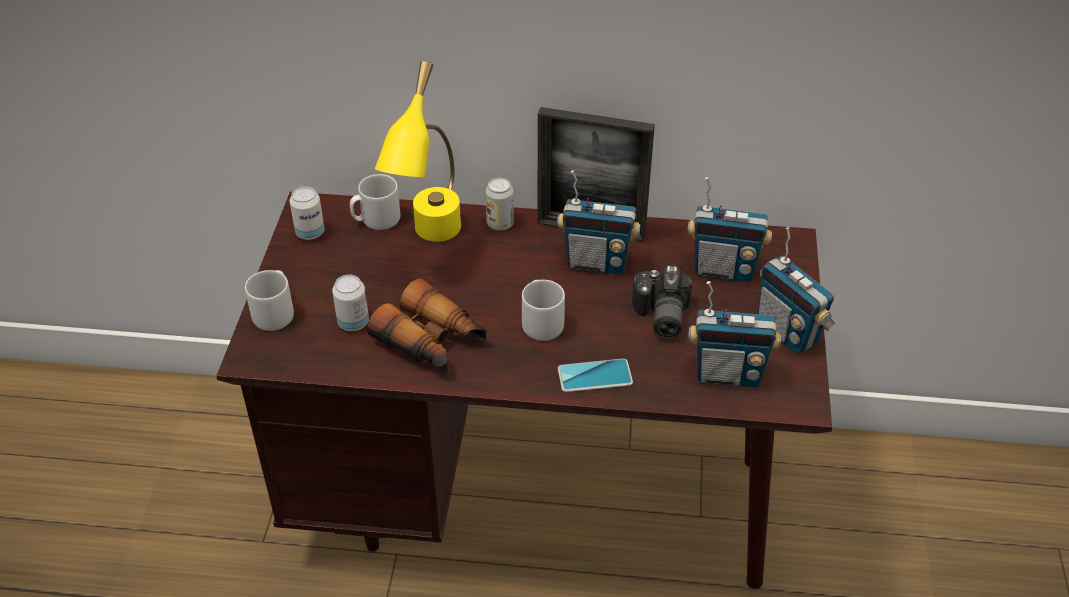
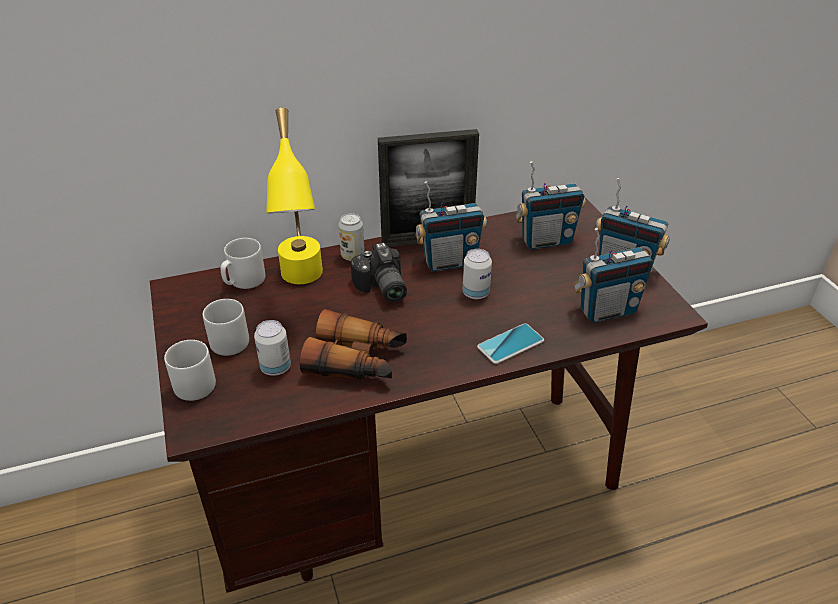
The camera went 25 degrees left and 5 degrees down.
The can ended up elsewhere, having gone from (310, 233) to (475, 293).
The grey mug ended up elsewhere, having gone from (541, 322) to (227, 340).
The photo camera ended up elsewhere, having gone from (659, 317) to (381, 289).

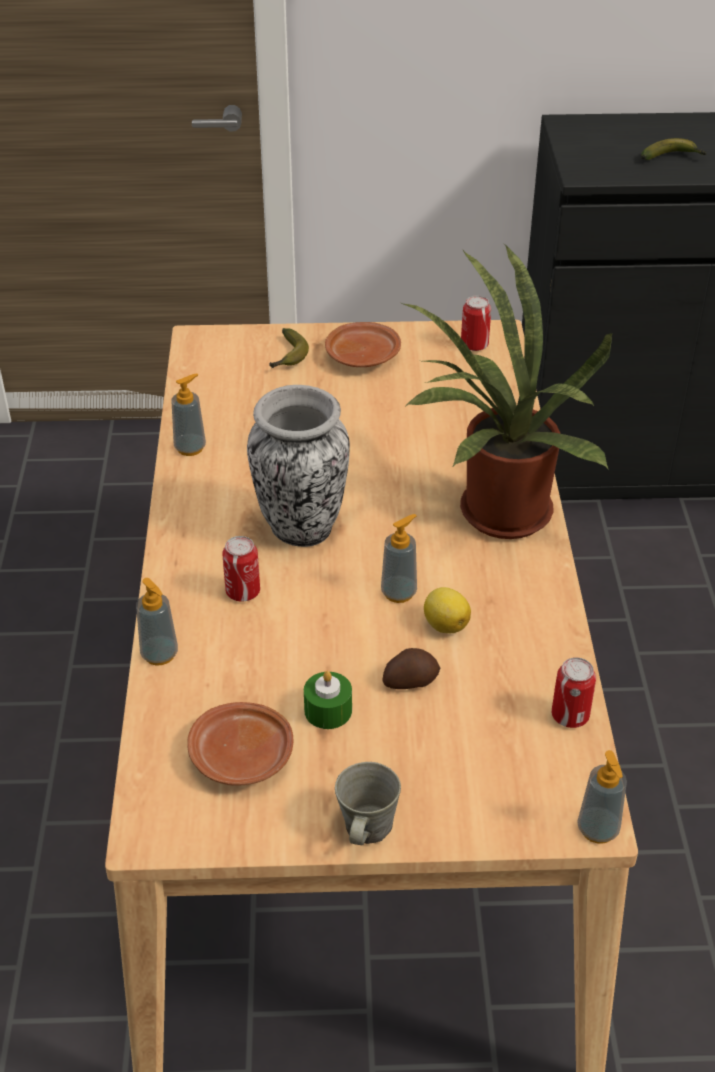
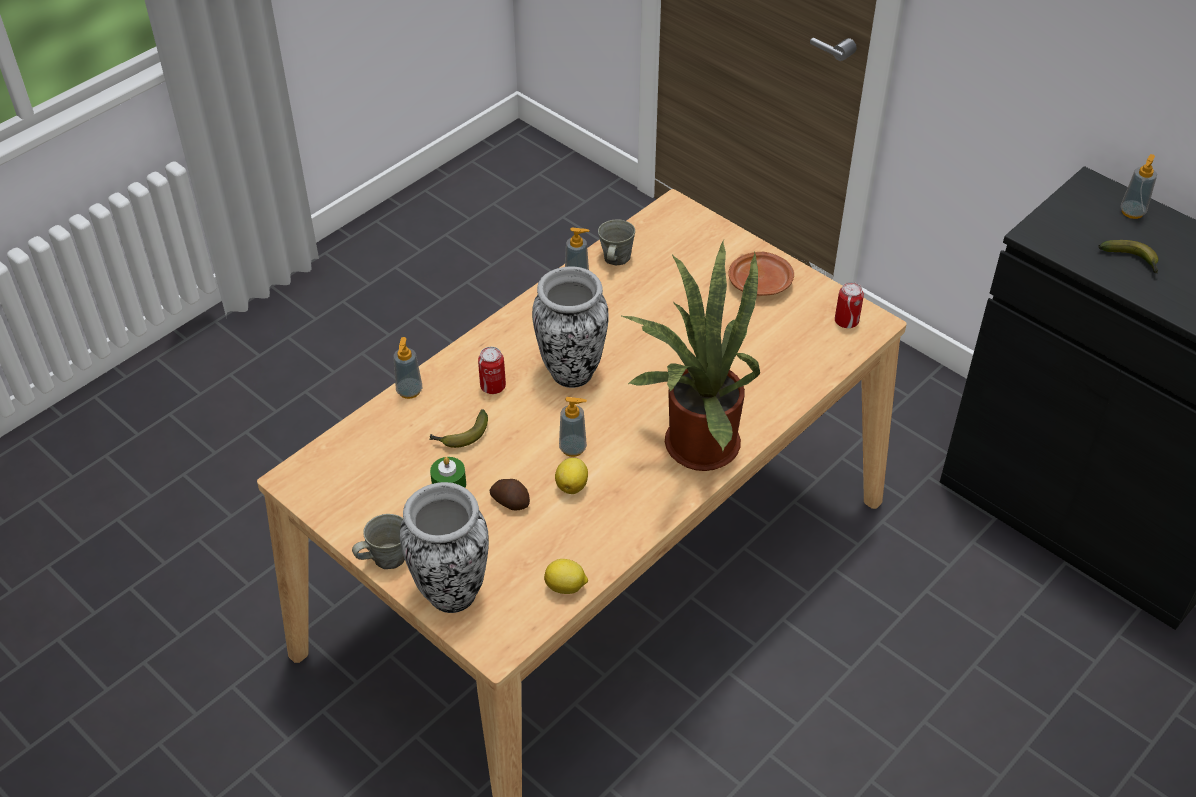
The camera went 45 degrees right and 5 degrees up.
The second view lost the brown plate at (243, 756).
The second view gained the vase at (451, 592).
The second view gained the grey mug at (615, 259).
The banana ended up elsewhere, having gone from (288, 357) to (461, 436).
The soap dispenser ended up elsewhere, having gone from (598, 829) to (1132, 212).
Where the can stood at (570, 716), the lemon came to stand at (566, 587).

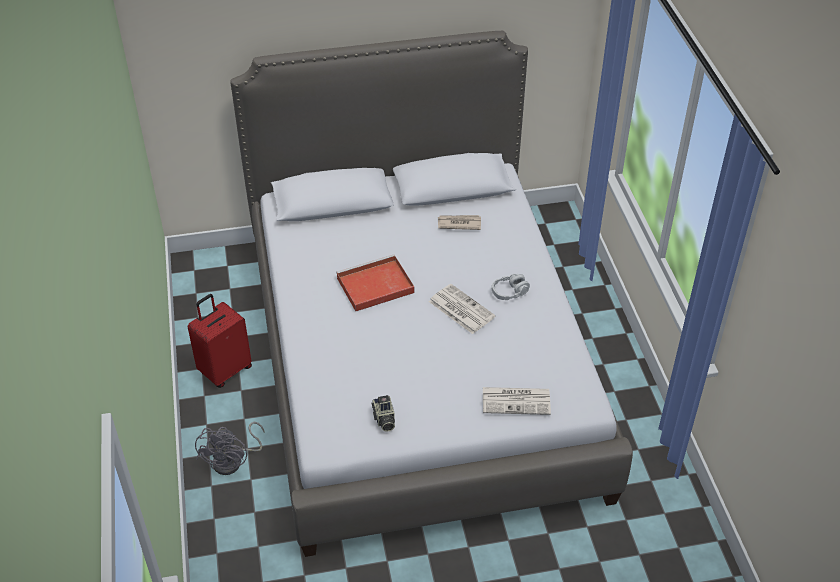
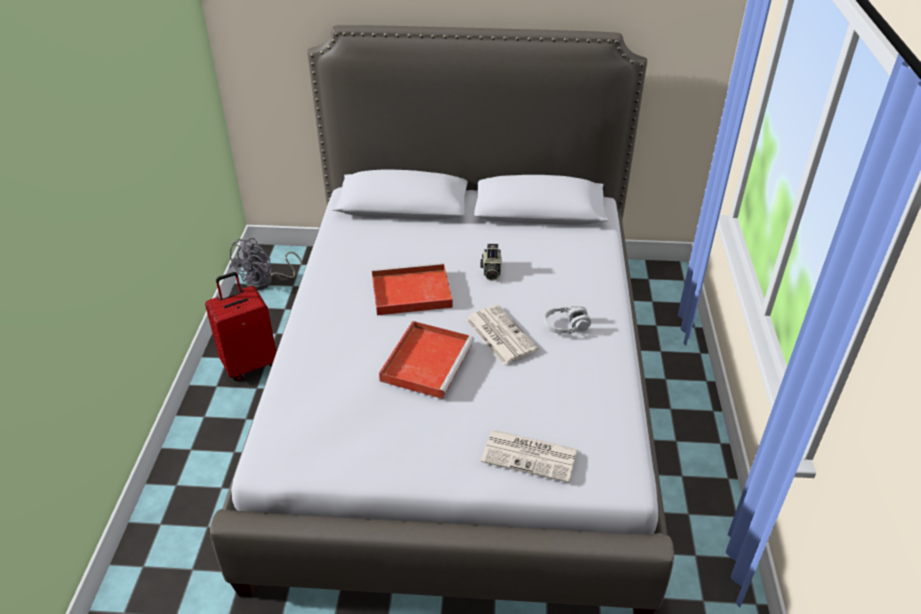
The camera went 15 degrees right and 5 degrees down.
The second view lost the newspaper at (459, 223).
The second view gained the red tray at (427, 360).
The grey fan ended up elsewhere, having gone from (233, 461) to (265, 281).
The photo camera ended up elsewhere, having gone from (384, 419) to (491, 271).

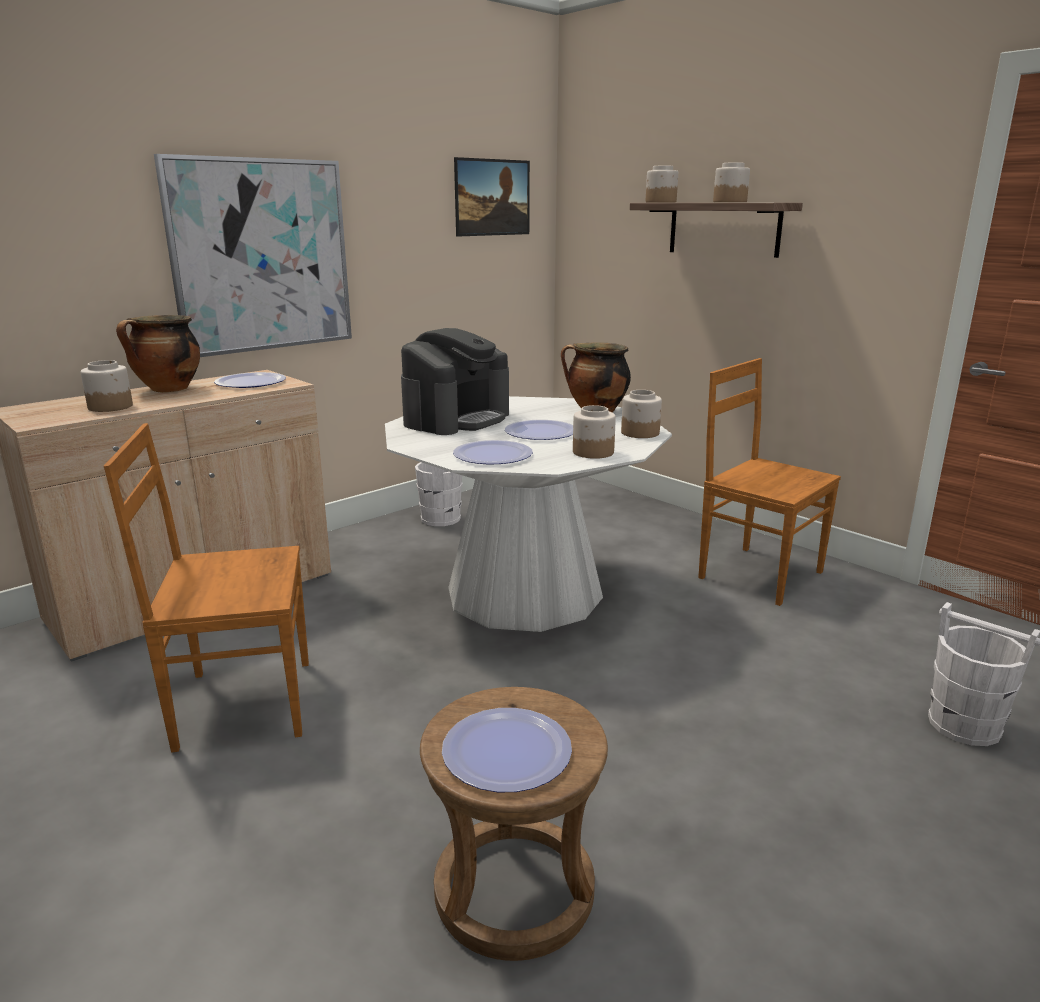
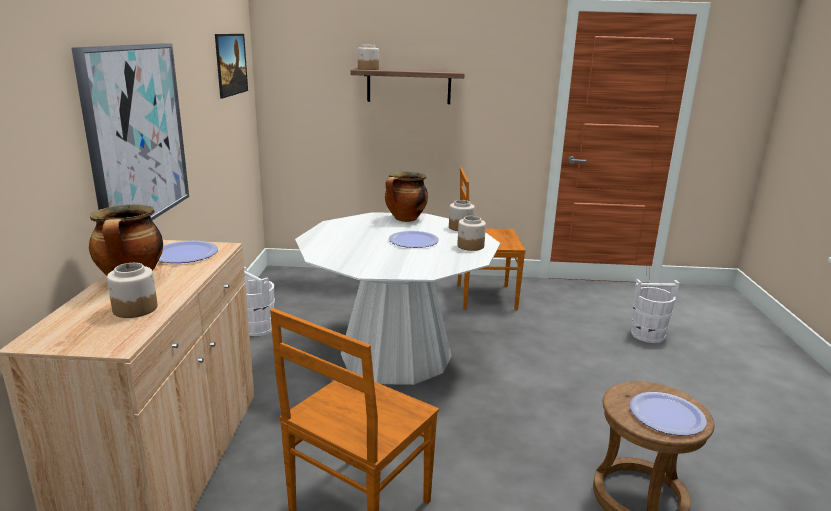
The camera went 45 degrees left and 0 degrees up.
The second view lost the coffee machine at (457, 419).
The second view lost the plate at (492, 455).
The second view lost the jar at (729, 202).

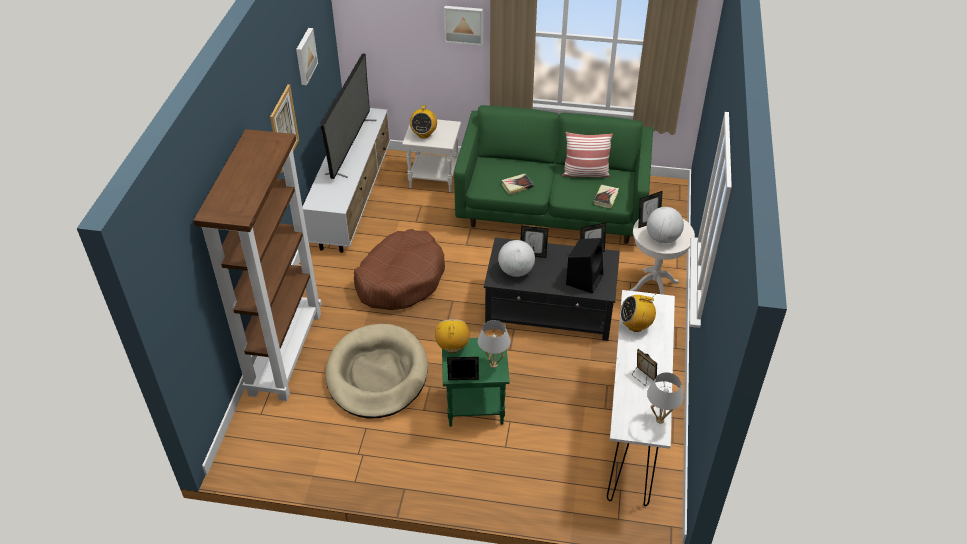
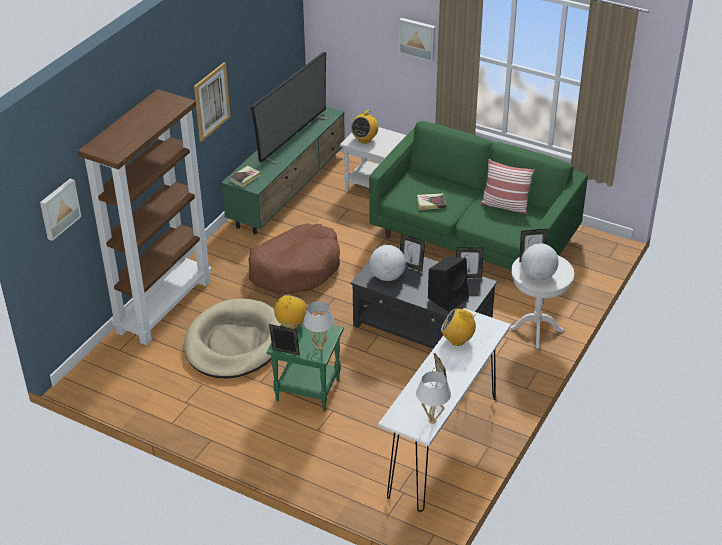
The camera went 20 degrees right and 5 degrees down.
The picture ended up elsewhere, having gone from (305, 56) to (58, 208).
The book ended up elsewhere, having gone from (606, 198) to (245, 178).
What was the white tv stand at (353, 198) turned into the green tv stand at (288, 189).

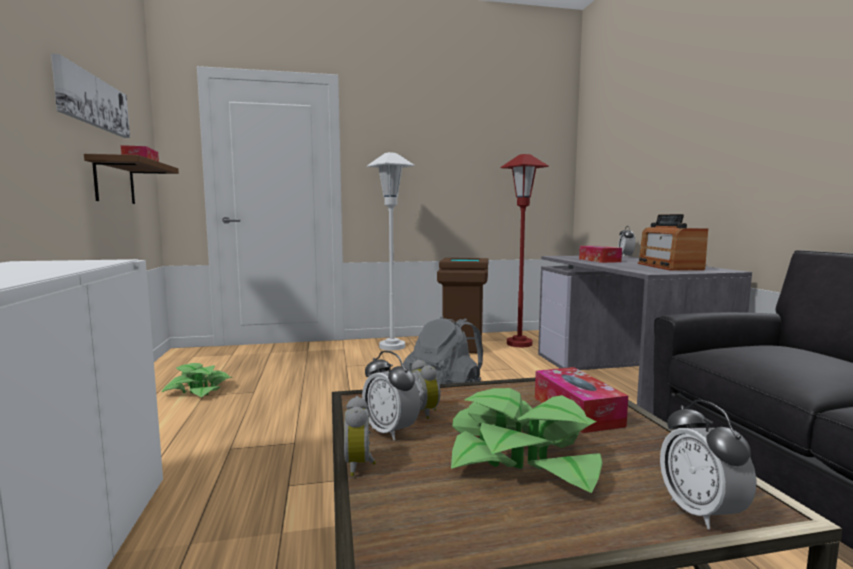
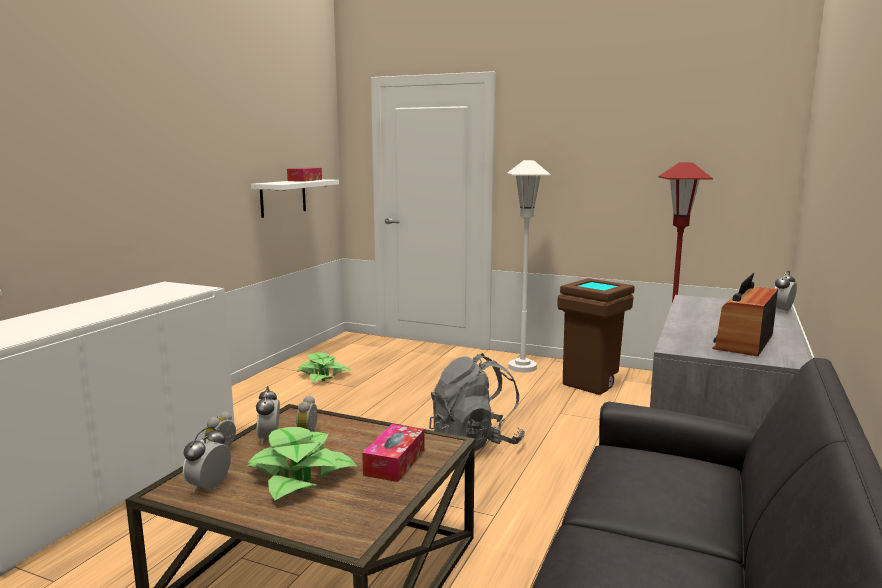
The camera went 35 degrees right and 5 degrees up.
The second view lost the picture at (92, 102).
The second view lost the tissue box at (599, 260).
The alarm clock ended up elsewhere, having gone from (701, 512) to (209, 487).
What was the brown shelf at (114, 182) turned into the white shelf at (283, 197).

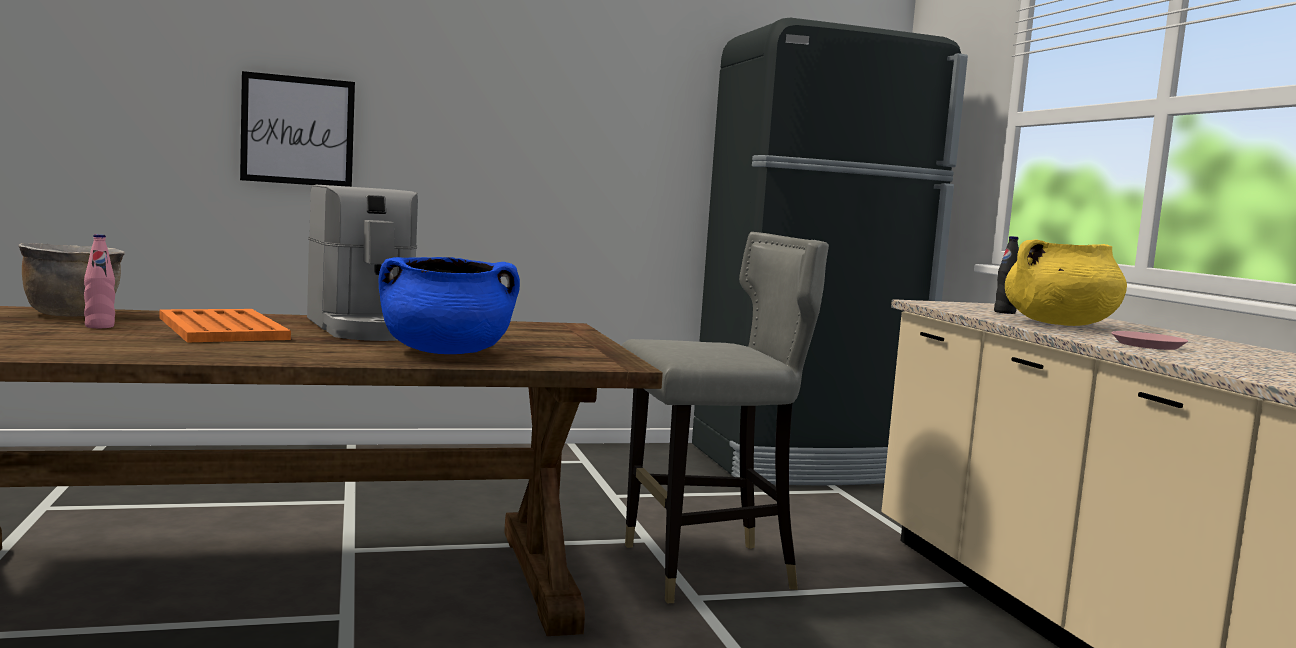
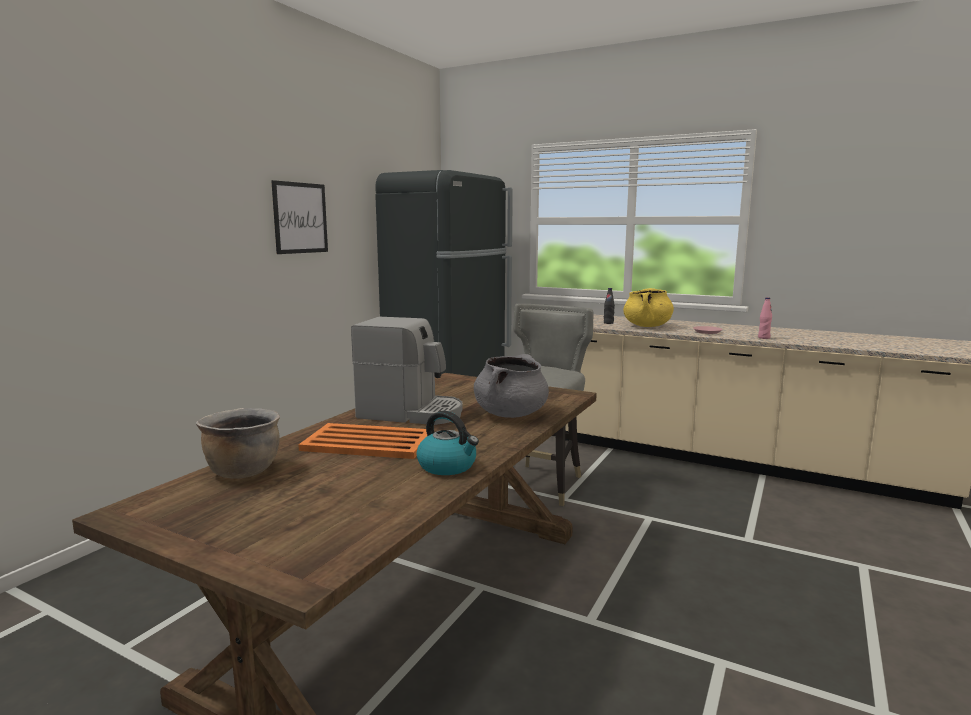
The camera went 45 degrees left and 5 degrees up.
The second view gained the kettle at (448, 466).
The pink bottle ended up elsewhere, having gone from (99, 326) to (763, 338).
The picture ended up elsewhere, having gone from (298, 130) to (300, 218).
What was the blue cooking pot at (446, 352) turned into the grey cooking pot at (511, 414).

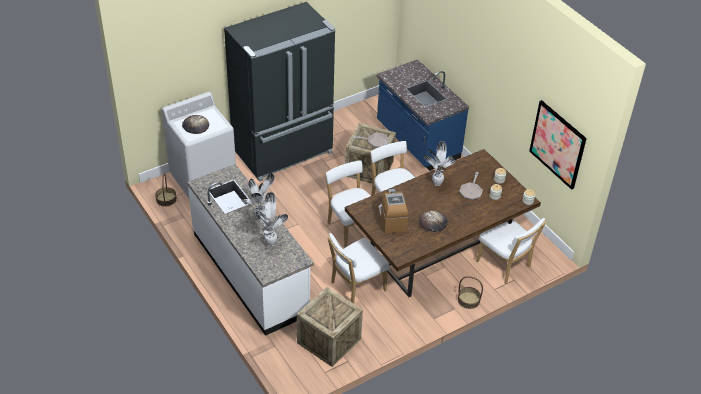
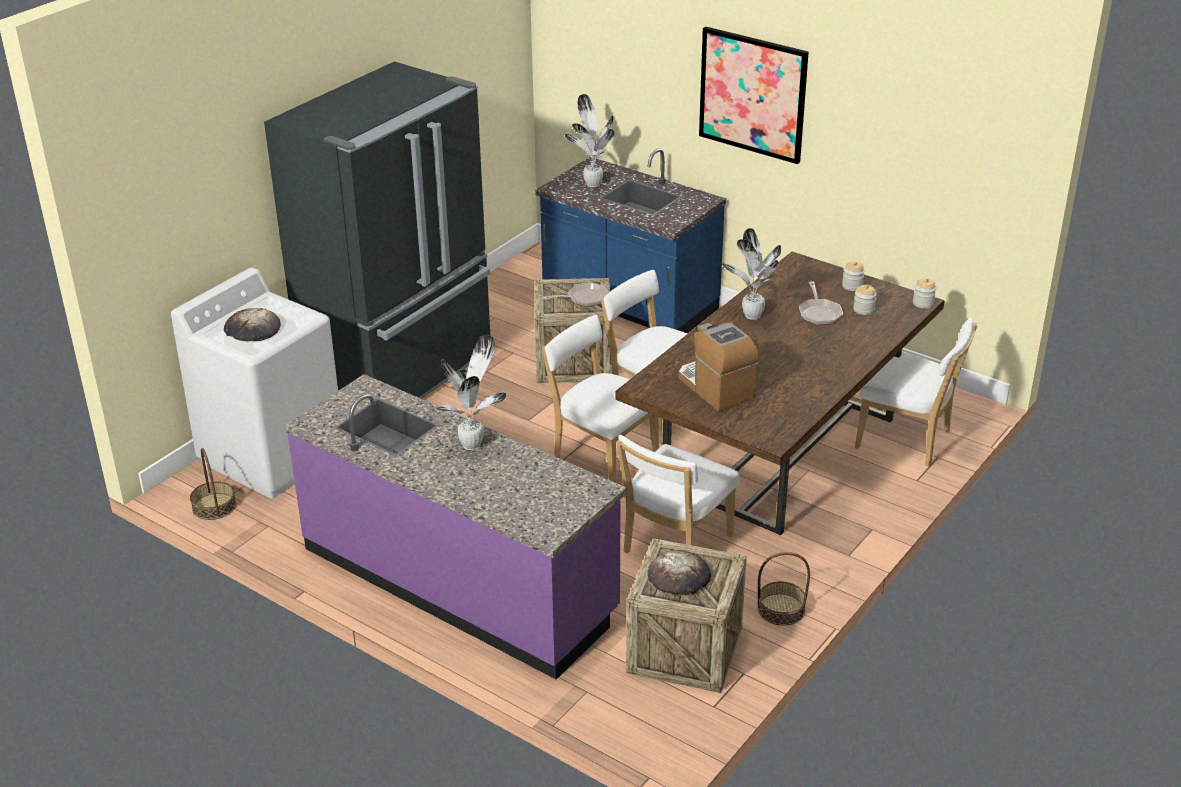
The camera went 20 degrees left and 10 degrees down.
The potted plant ended up elsewhere, having gone from (271, 242) to (592, 183).
The bread ended up elsewhere, having gone from (433, 223) to (679, 577).
The basket ended up elsewhere, having gone from (468, 300) to (781, 609).
The picture ended up elsewhere, having gone from (557, 144) to (753, 94).
What was the white counter at (251, 272) turned into the purple counter at (459, 581).

